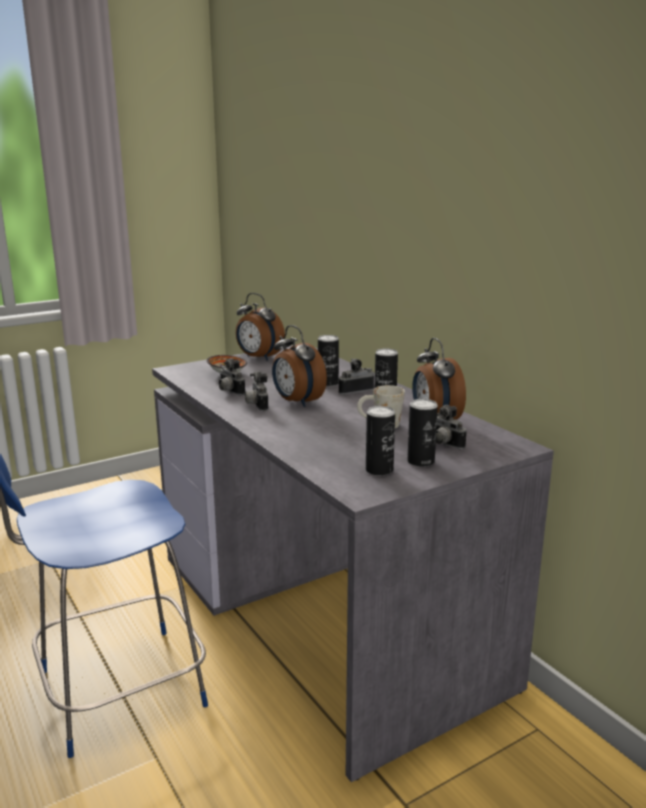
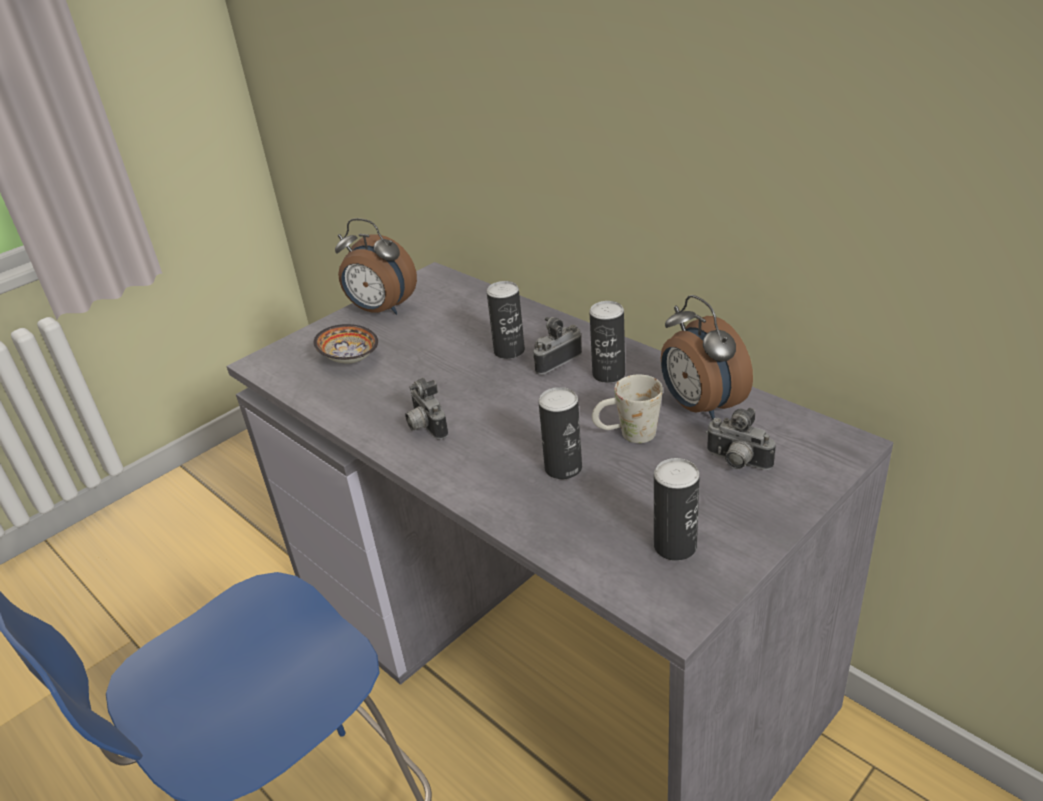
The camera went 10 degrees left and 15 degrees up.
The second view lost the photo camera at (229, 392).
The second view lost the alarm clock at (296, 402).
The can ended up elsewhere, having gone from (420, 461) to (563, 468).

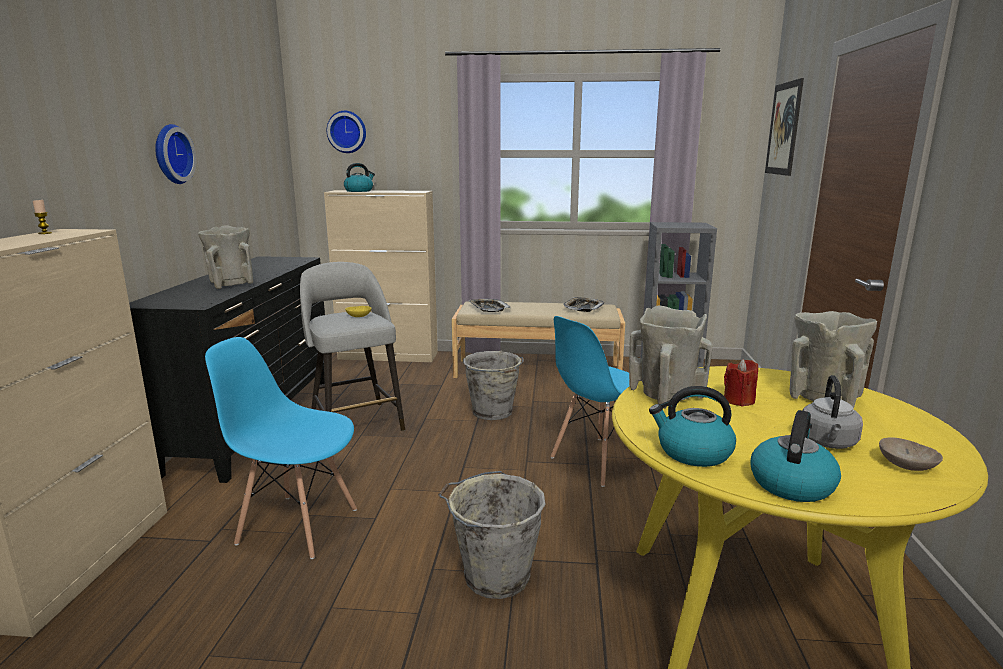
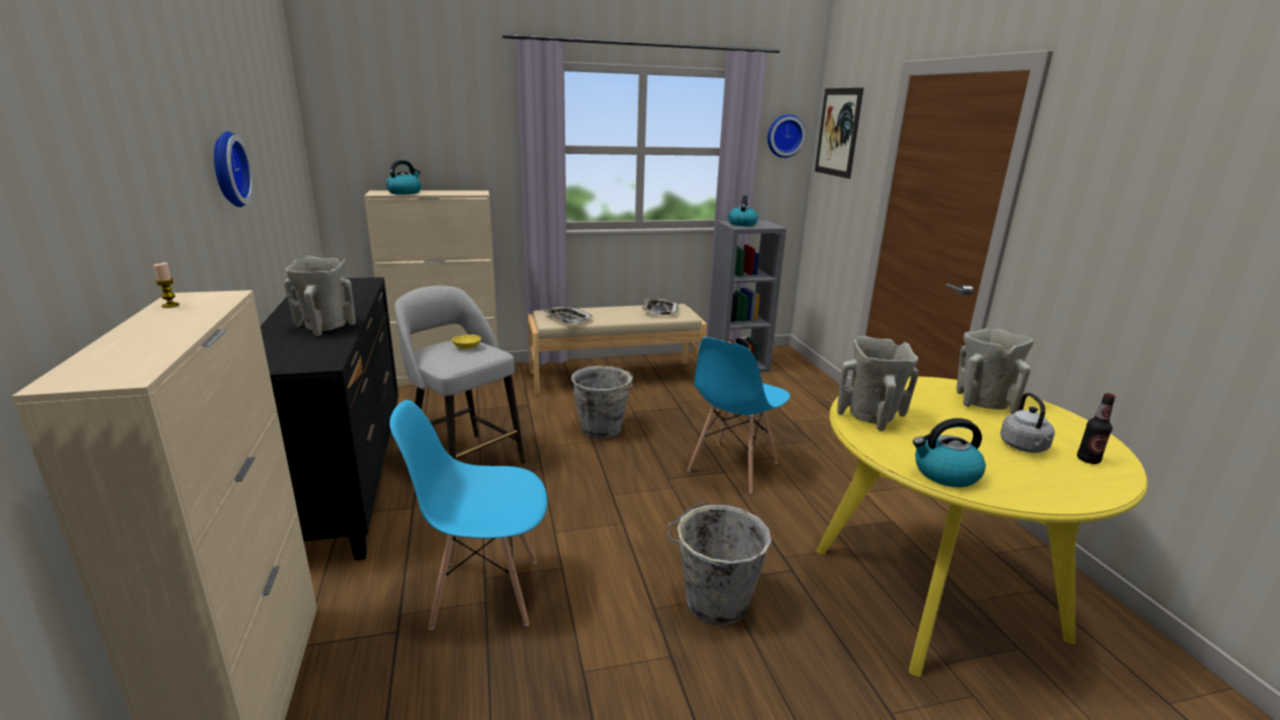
The camera went 20 degrees left and 5 degrees up.
The second view lost the red candle at (738, 400).
The wall clock ended up elsewhere, having gone from (347, 132) to (784, 136).
The kettle ended up elsewhere, having gone from (791, 483) to (742, 224).
Where the beige bowl stood at (905, 465), the bottle came to stand at (1088, 460).

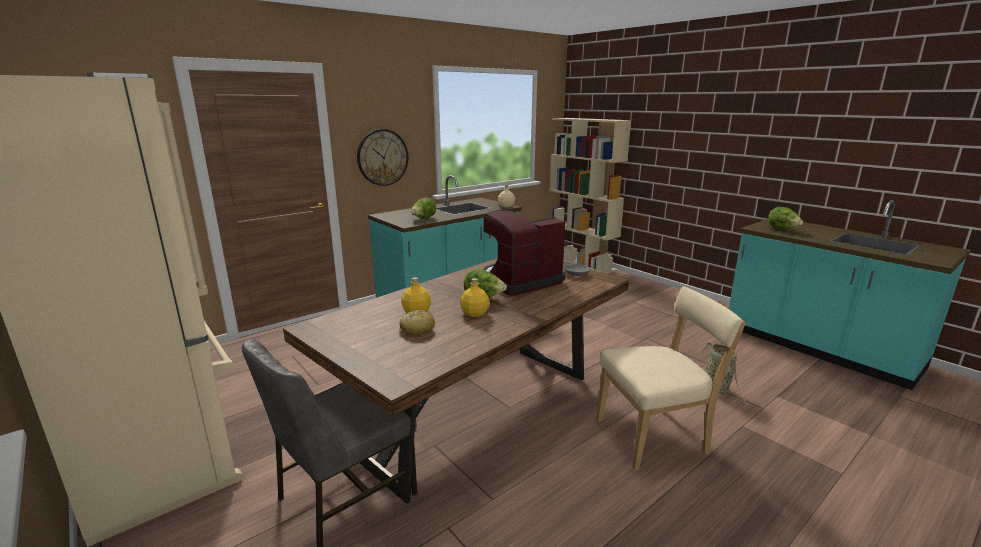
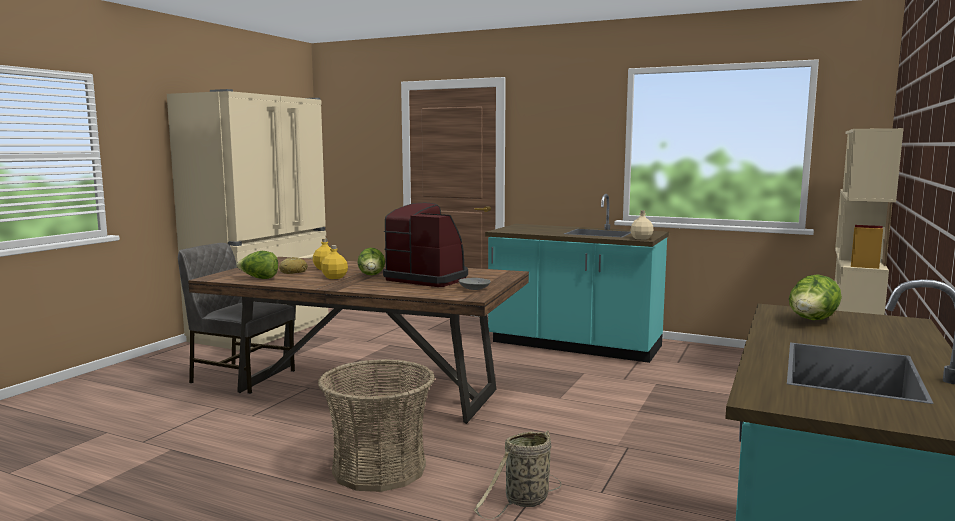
The camera went 65 degrees right and 10 degrees down.
The second view lost the wall clock at (382, 157).
The lettuce ended up elsewhere, having gone from (423, 218) to (259, 278).
Where the beige chair stood at (655, 436), the basket came to stand at (379, 469).

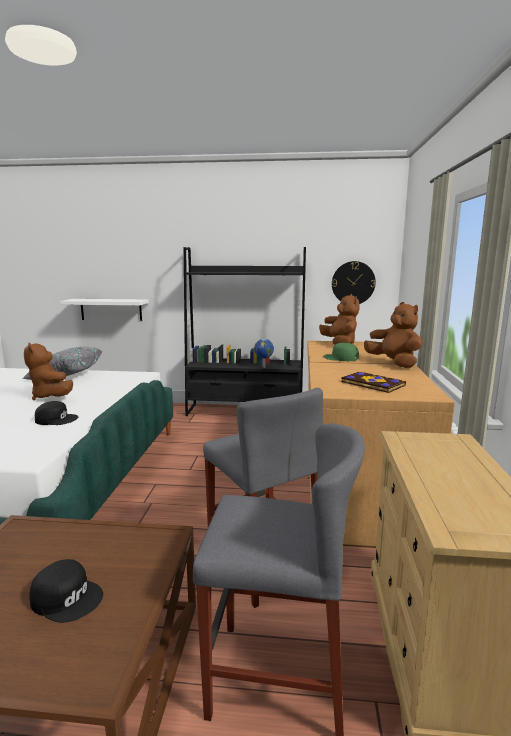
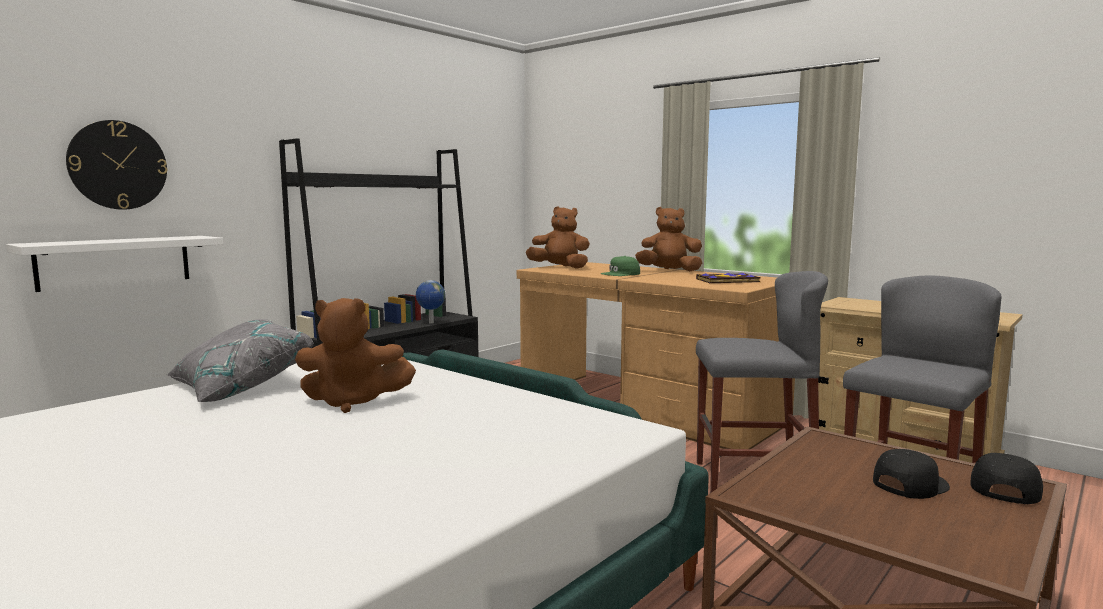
The camera went 55 degrees left and 5 degrees down.
The black cap ended up elsewhere, having gone from (56, 419) to (1003, 487).
The wall clock ended up elsewhere, having gone from (353, 283) to (118, 165).

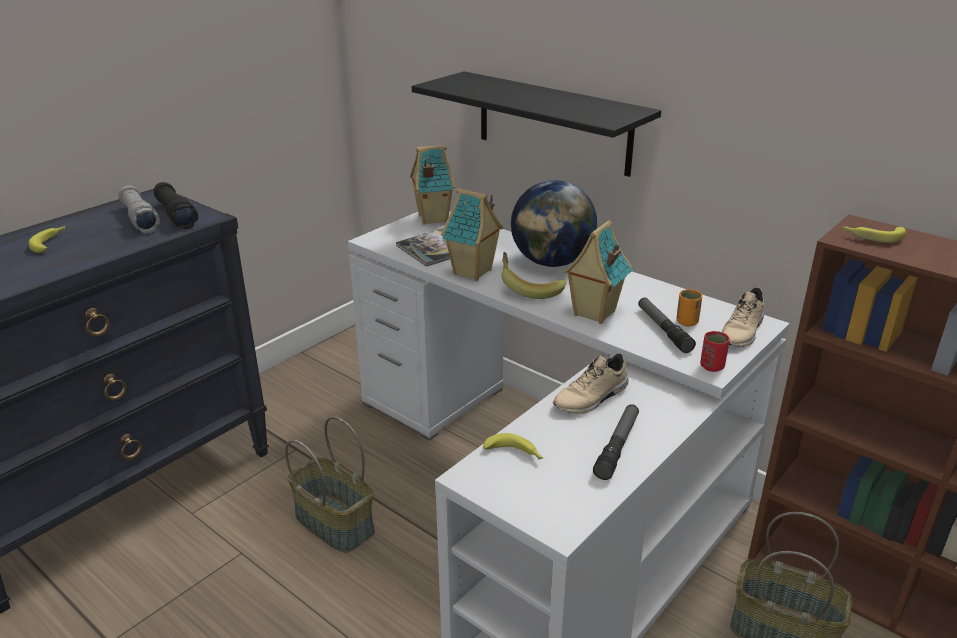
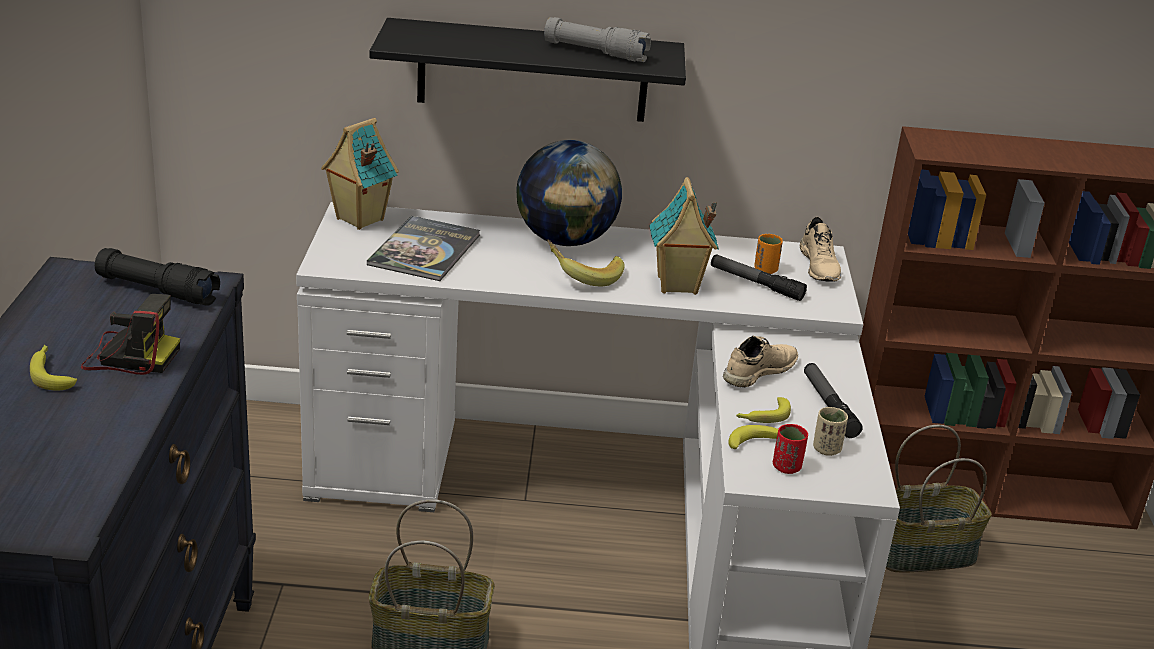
The camera went 40 degrees left and 0 degrees up.
The second view lost the toy house at (473, 272).
The second view gained the photo camera at (129, 356).
The second view gained the beige cup at (826, 449).
The grey flashlight ended up elsewhere, having gone from (140, 219) to (595, 52).
The red cup ended up elsewhere, having gone from (712, 367) to (786, 467).
The banana ended up elsewhere, having gone from (872, 237) to (762, 416).
The beige shoe at (592, 398) ended up facing another way, 150 degrees counterclockwise from before.

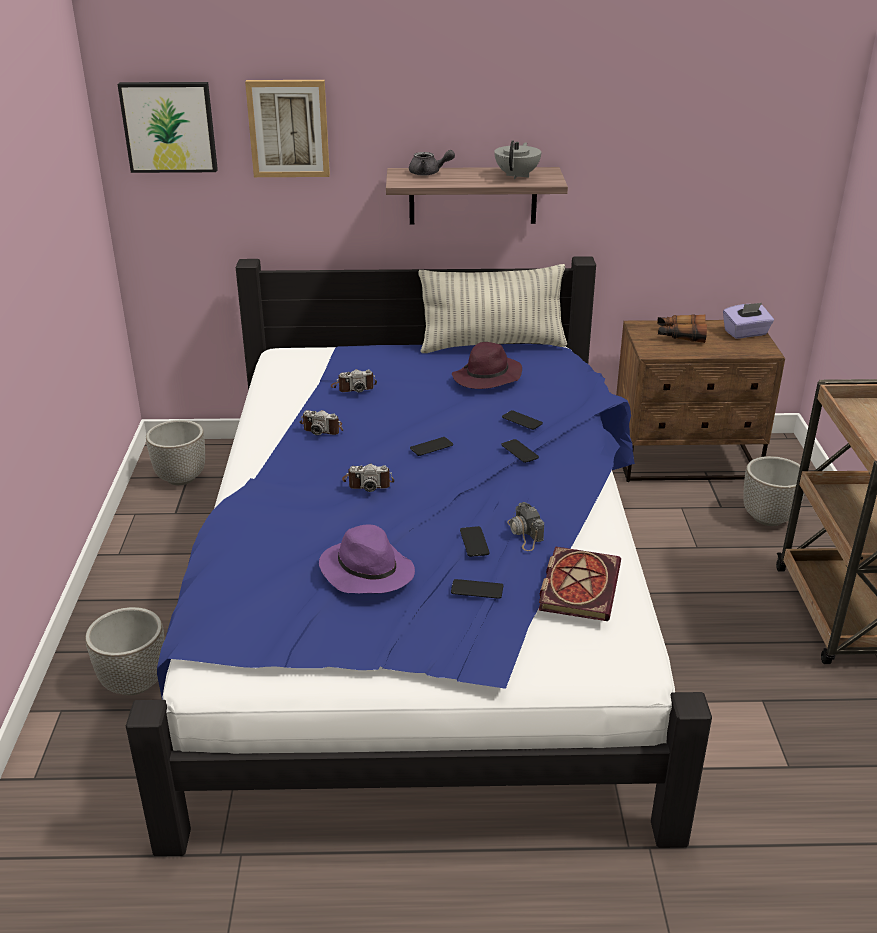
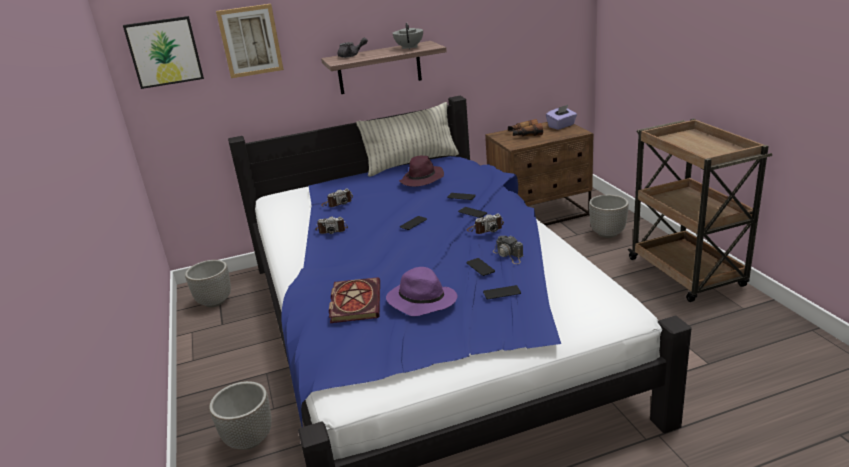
The camera went 15 degrees left and 5 degrees down.
The photo camera ended up elsewhere, having gone from (368, 483) to (485, 229).
The book ended up elsewhere, having gone from (578, 585) to (354, 302).

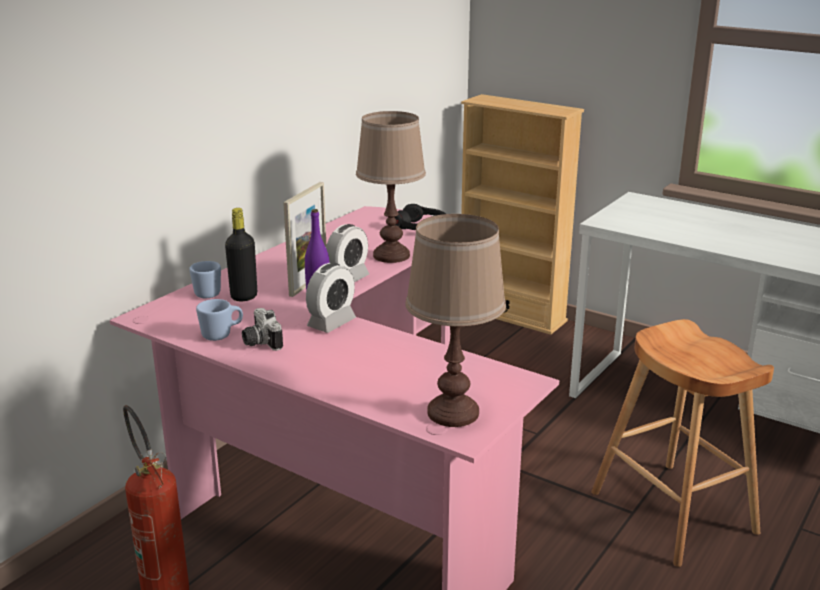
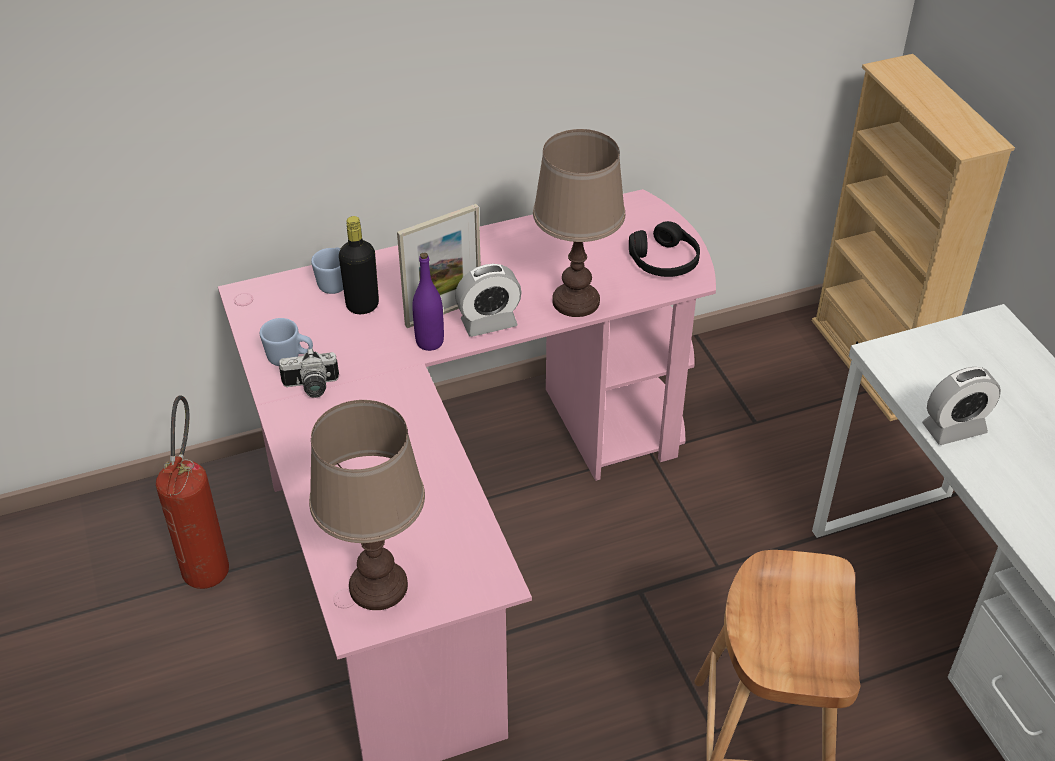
The camera went 35 degrees right and 20 degrees up.
The alarm clock ended up elsewhere, having gone from (331, 323) to (954, 428).
The photo camera at (259, 342) ended up facing another way, 105 degrees counterclockwise from before.

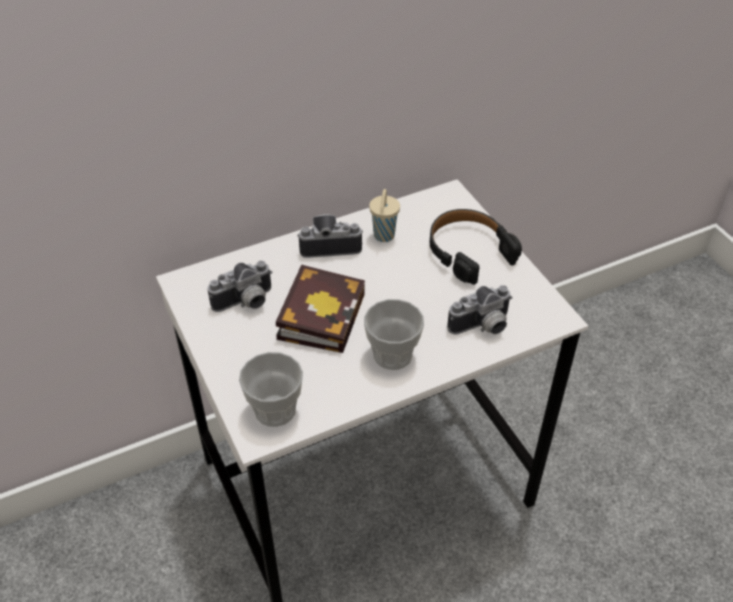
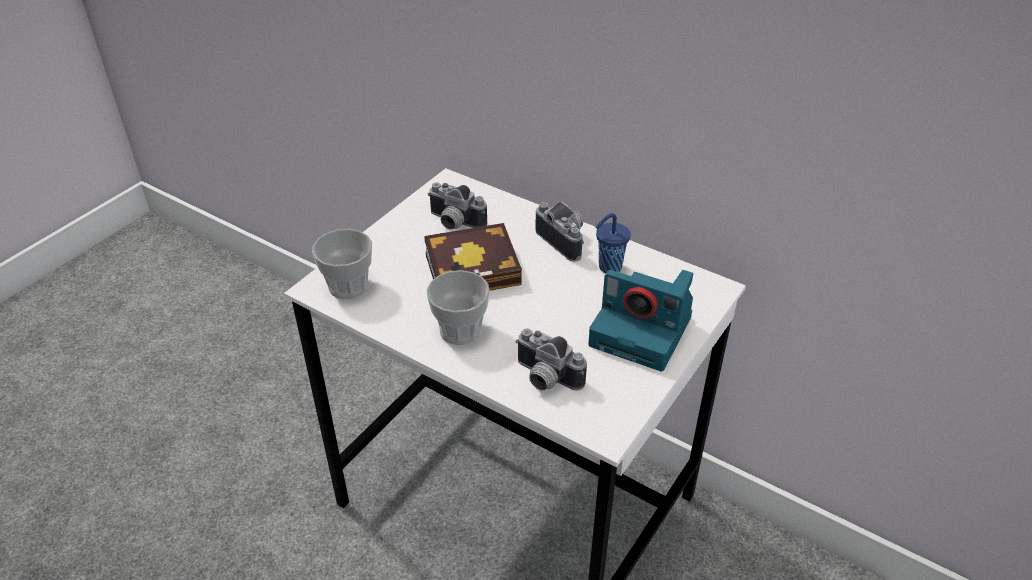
The camera went 60 degrees right and 5 degrees down.
Where the black headphones stood at (469, 251), the photo camera came to stand at (643, 331).
What was the beige cup at (383, 236) turned into the blue cup at (608, 267).

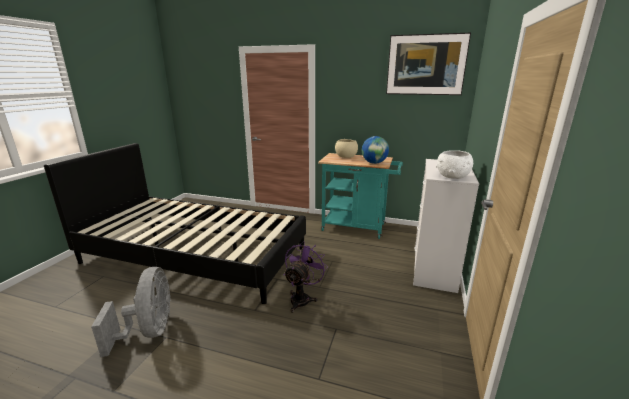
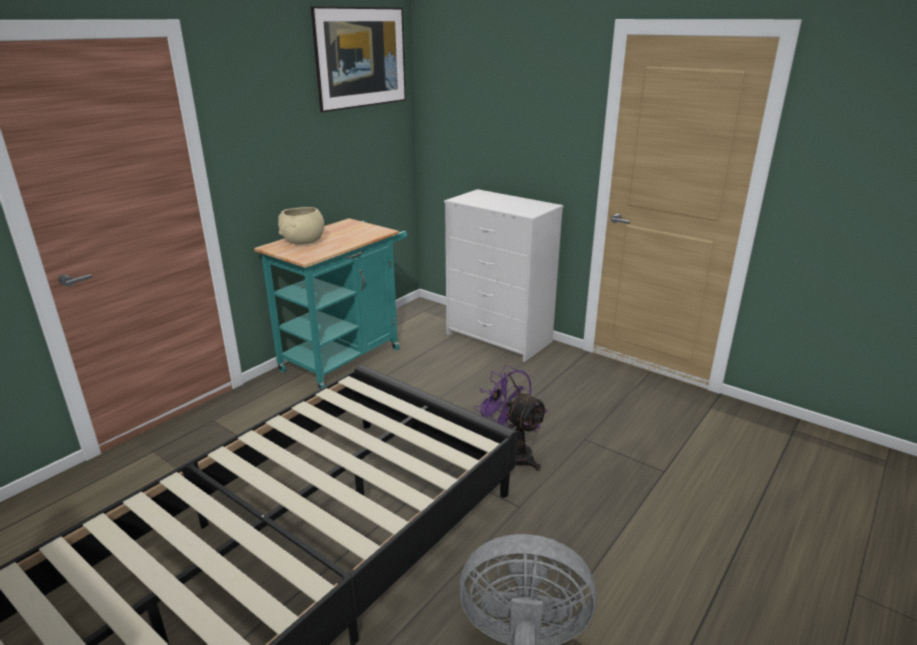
The camera went 70 degrees left and 5 degrees up.
The second view lost the globe at (374, 163).
The second view lost the white bowl at (452, 177).

